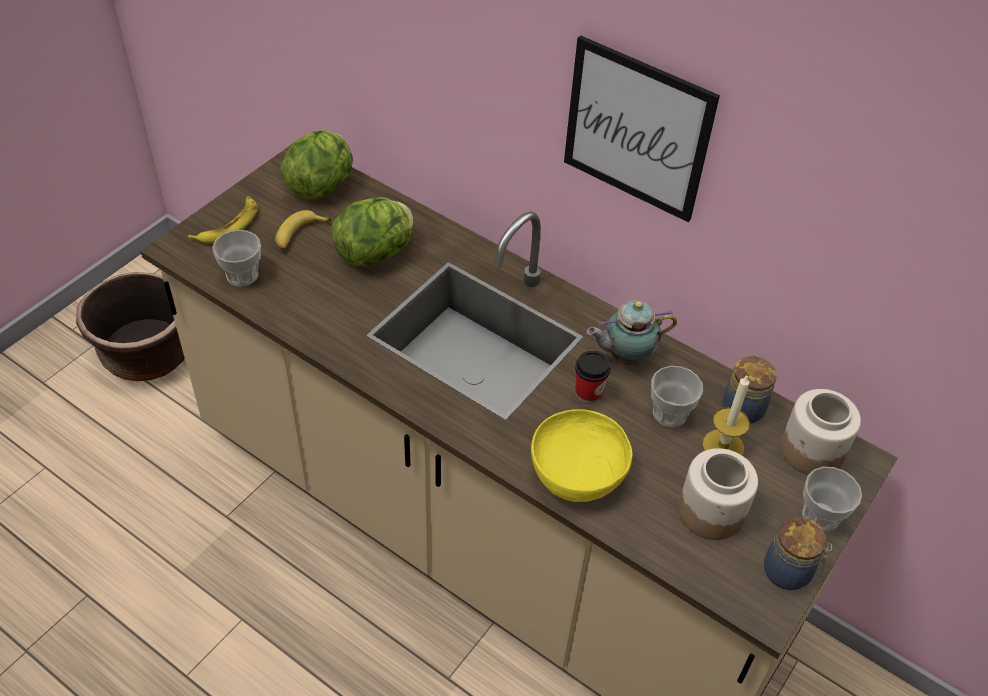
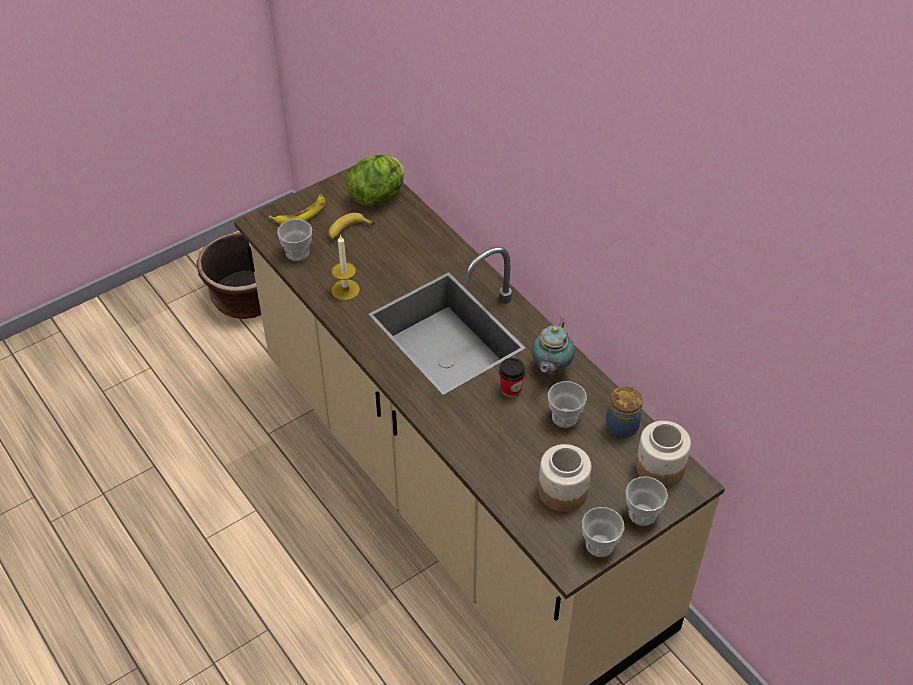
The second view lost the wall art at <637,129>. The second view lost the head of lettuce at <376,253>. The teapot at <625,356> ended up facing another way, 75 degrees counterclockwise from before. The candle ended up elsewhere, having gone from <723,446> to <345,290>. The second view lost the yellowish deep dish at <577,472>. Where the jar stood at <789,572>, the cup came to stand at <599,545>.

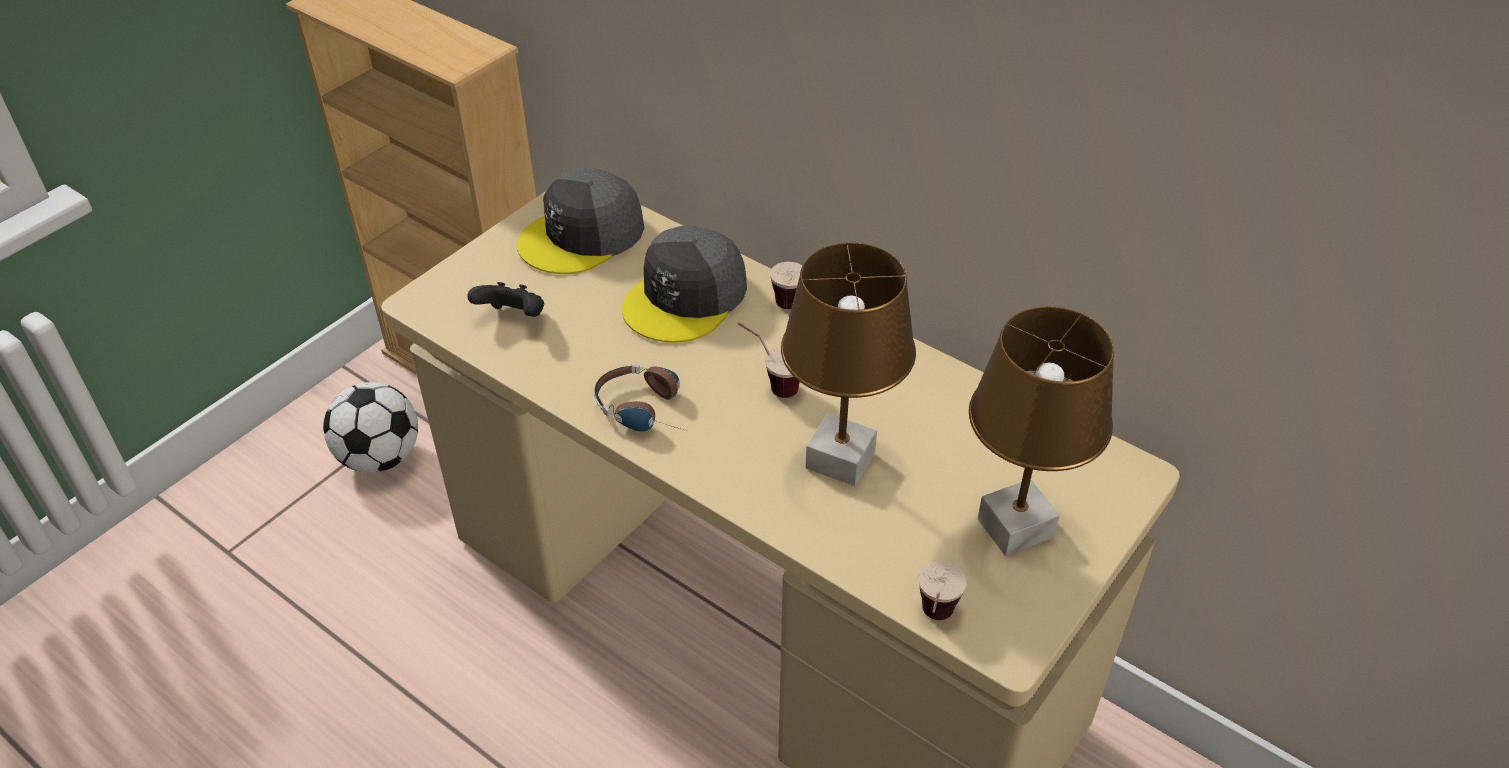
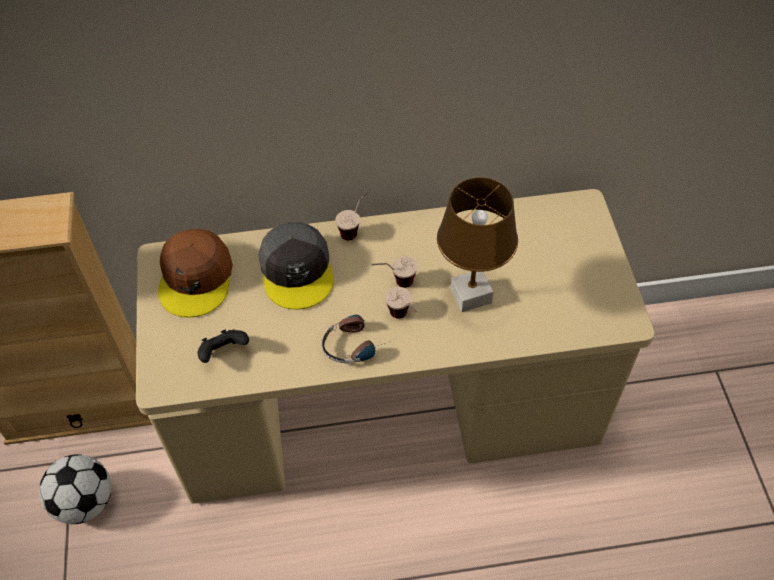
What was the greyish cap at <582,235> turned into the brownish cap at <196,278>. The second view lost the brownish table lamp at <1015,527>. The cup ended up elsewhere, having gone from <934,623> to <403,319>.

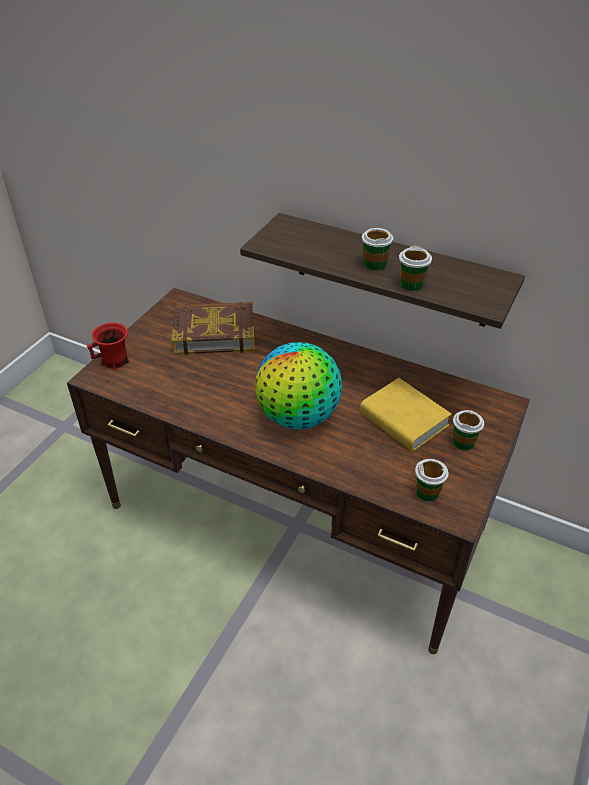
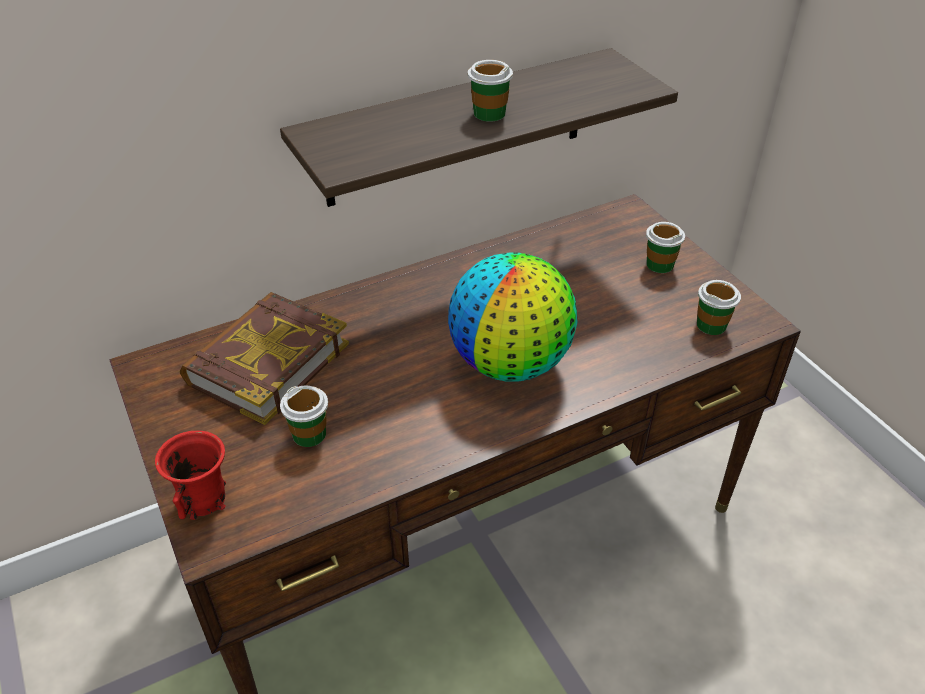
The cup ended up elsewhere, having gone from <411,284> to <309,434>. The second view lost the yellowish bound book at <403,420>.

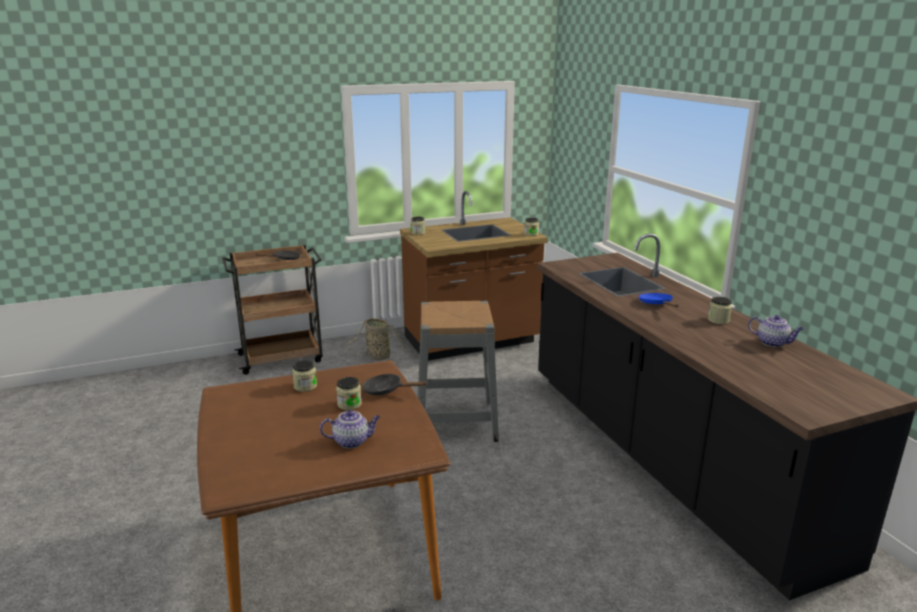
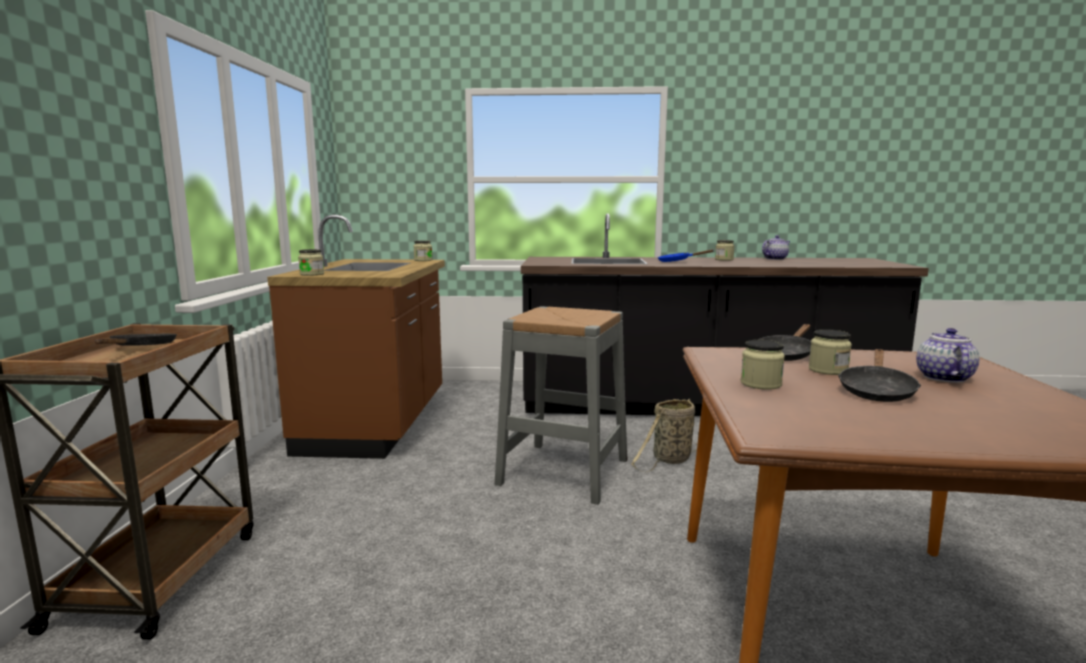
The basket ended up elsewhere, having gone from <377,356> to <670,460>. The second view gained the black frying pan at <876,391>.

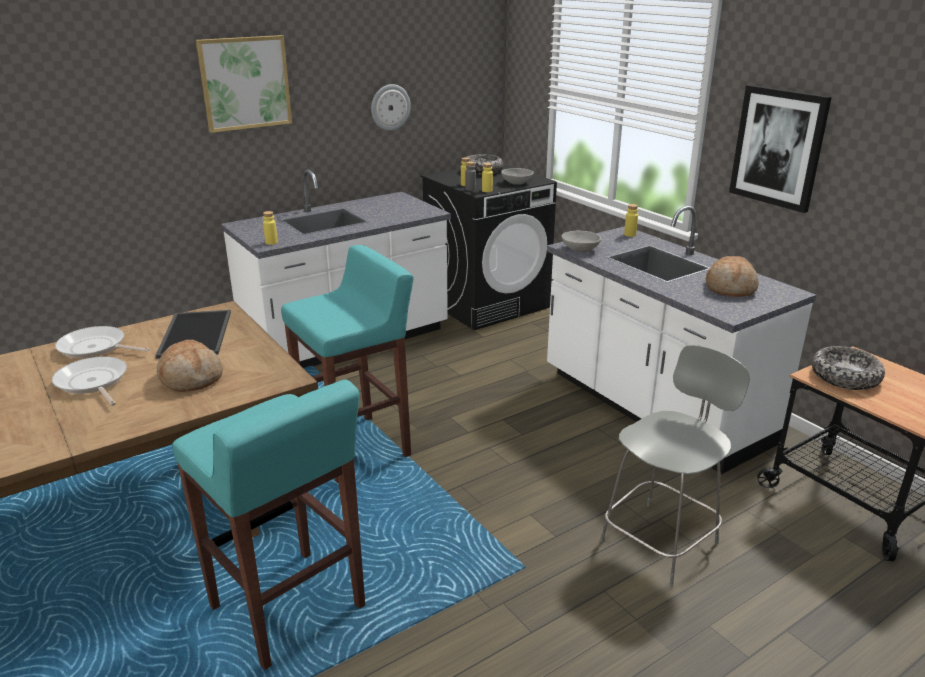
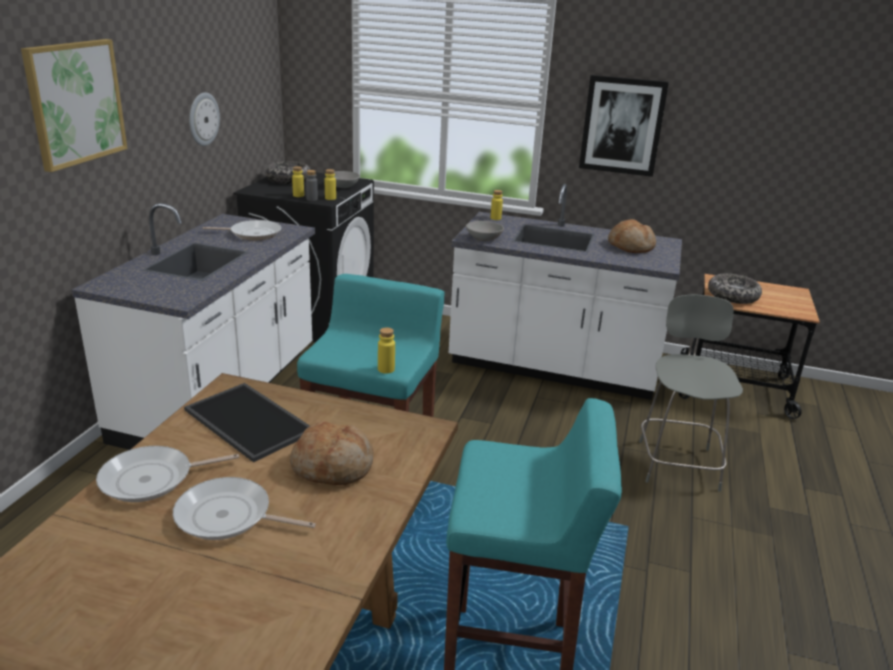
The yellowish bottle ended up elsewhere, having gone from <271,242> to <386,369>. The second view gained the frying pan at <252,234>.

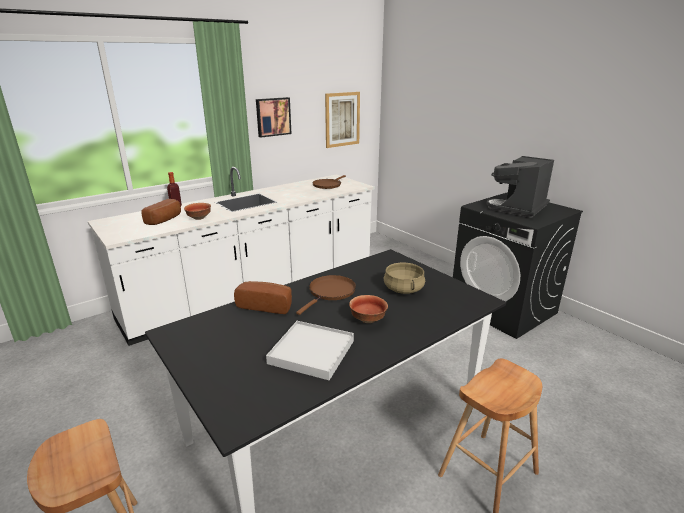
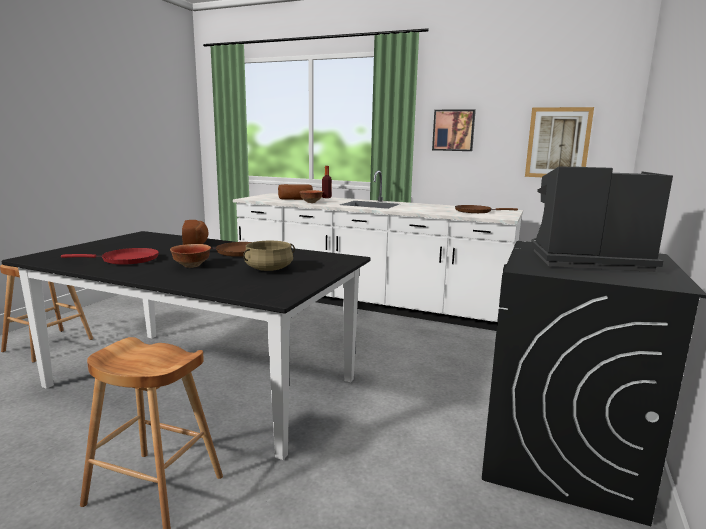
Where the white-coloured tray stood at <312,352>, the red frying pan came to stand at <126,259>.

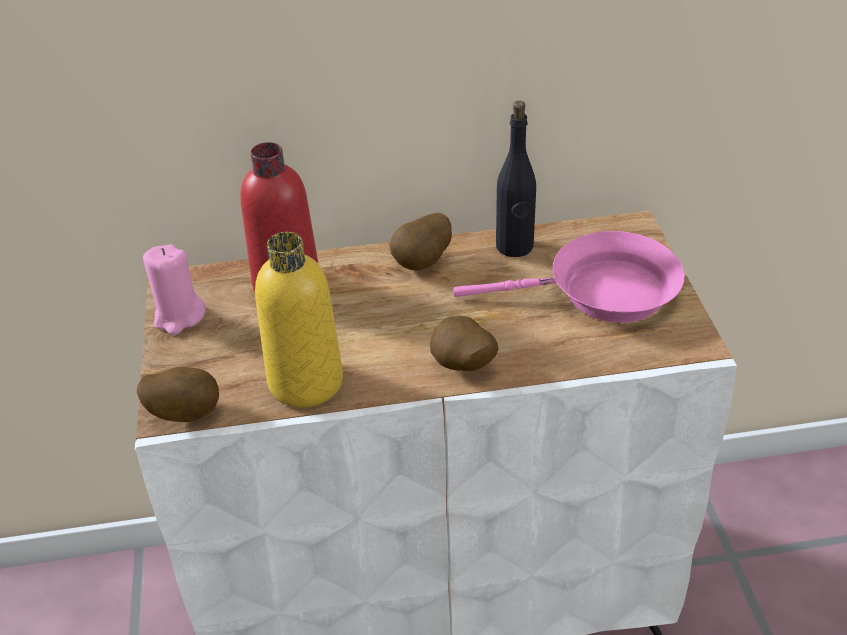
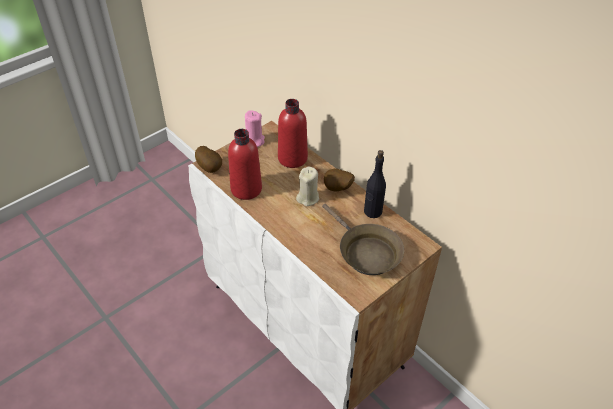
What was the pink-coloured frying pan at <602,293> turned into the brownish frying pan at <366,252>. What was the yellowish bottle at <305,382> turned into the red bottle at <246,189>. The second view lost the potato at <462,367>. The second view gained the beige-coloured candle at <308,198>.

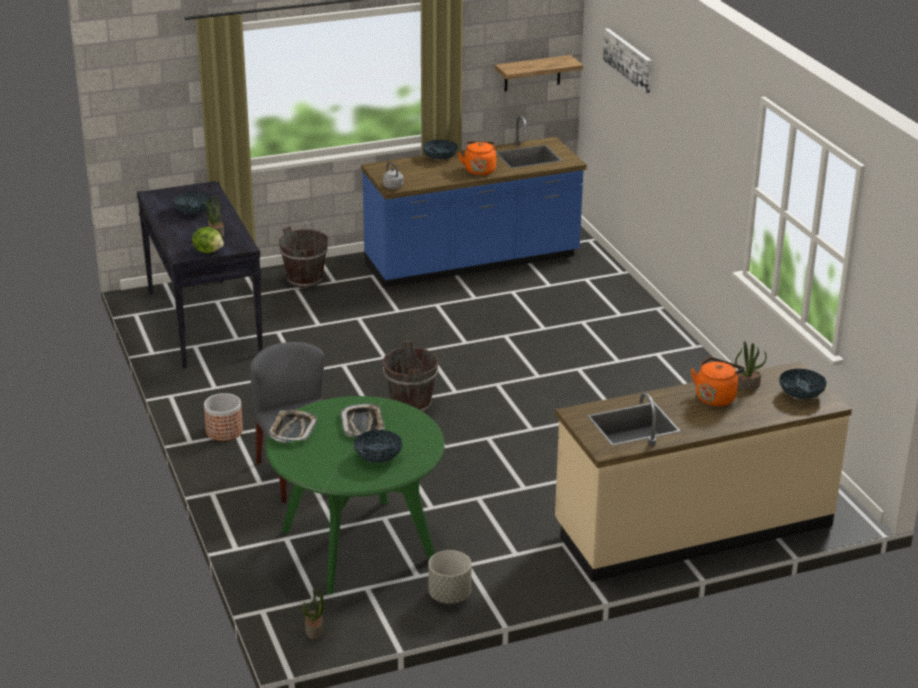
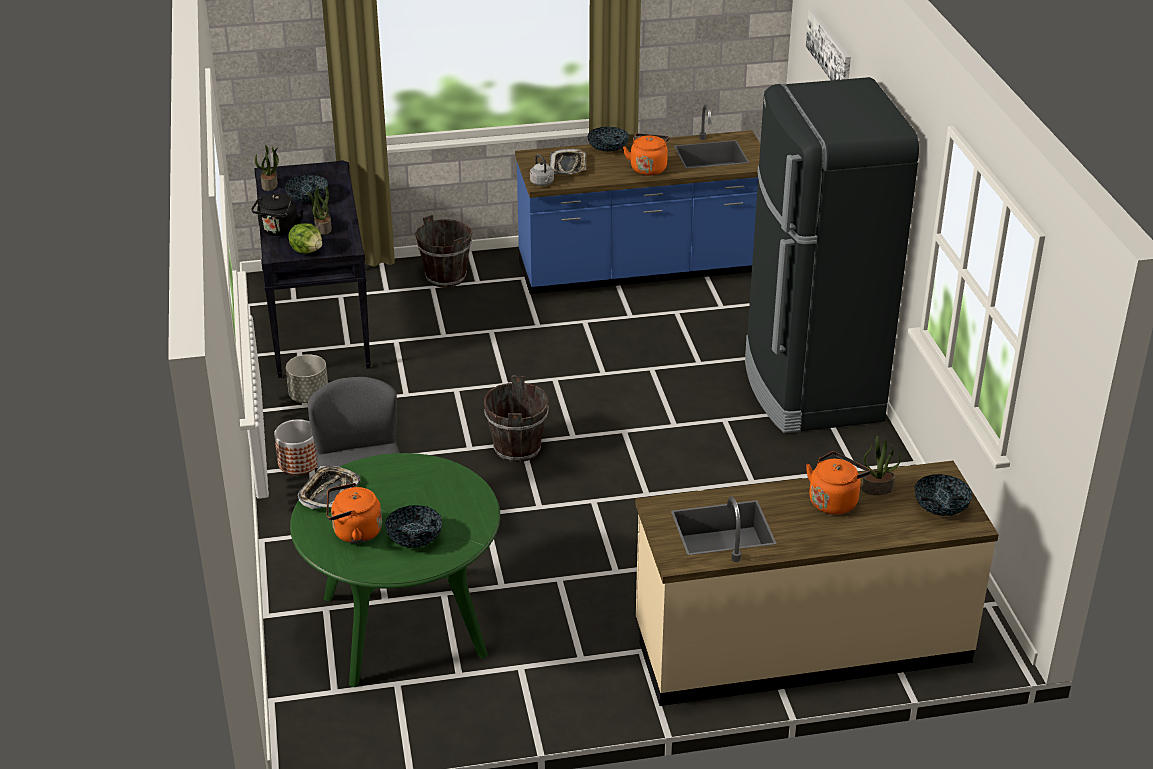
The second view lost the bracket shelf at <532,73>. The tray ended up elsewhere, having gone from <362,424> to <568,166>. The greyish flower pot ended up elsewhere, having gone from <449,595> to <309,396>. The plant in a pot ended up elsewhere, having gone from <314,630> to <270,185>. The second view gained the black fridge at <810,389>. The second view gained the black tea kettle at <278,230>. The second view gained the orange tea kettle at <354,532>.

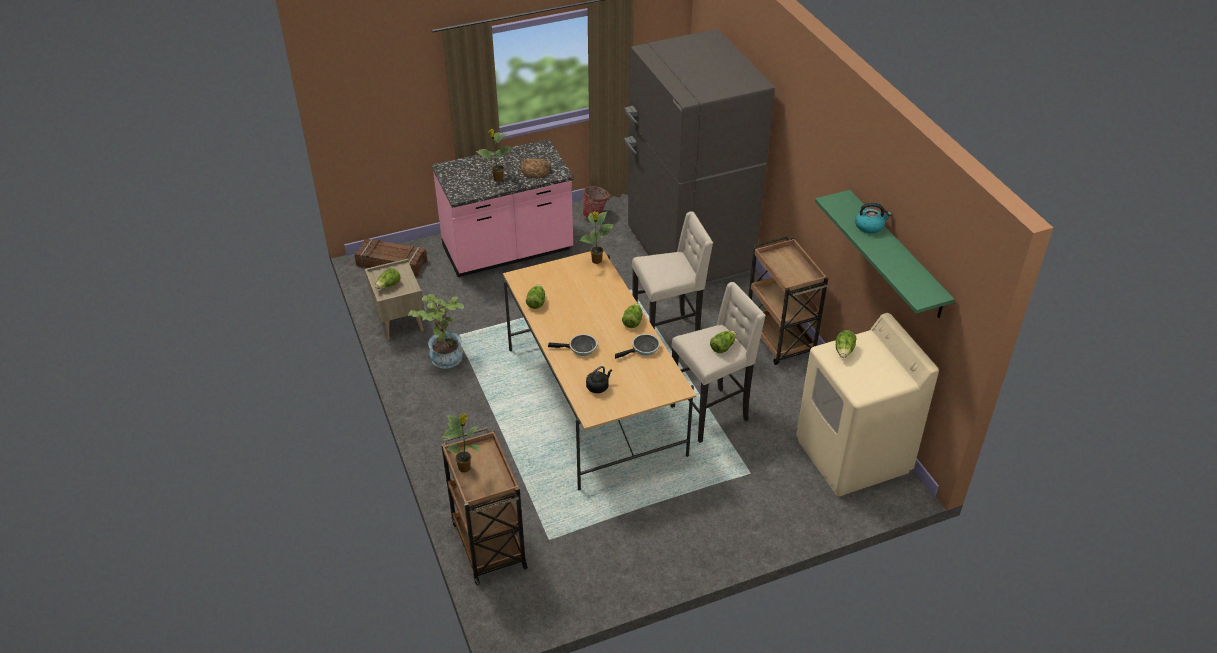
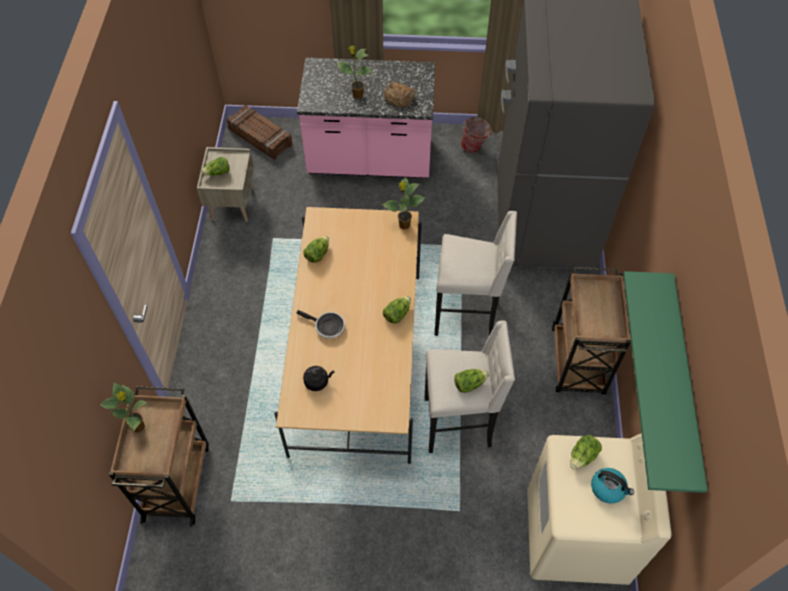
The tea kettle ended up elsewhere, having gone from <869,226> to <608,488>. The second view lost the plant in a pot at <443,355>. The second view lost the frying pan at <643,349>.

